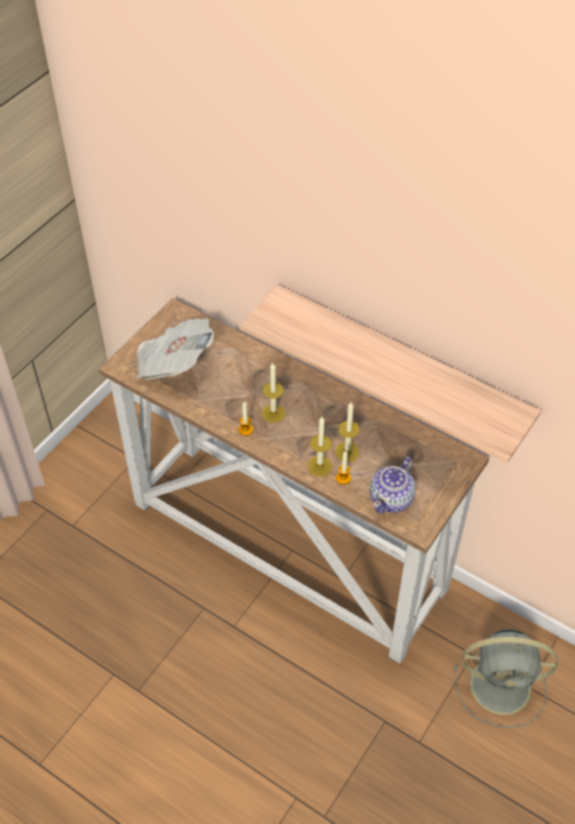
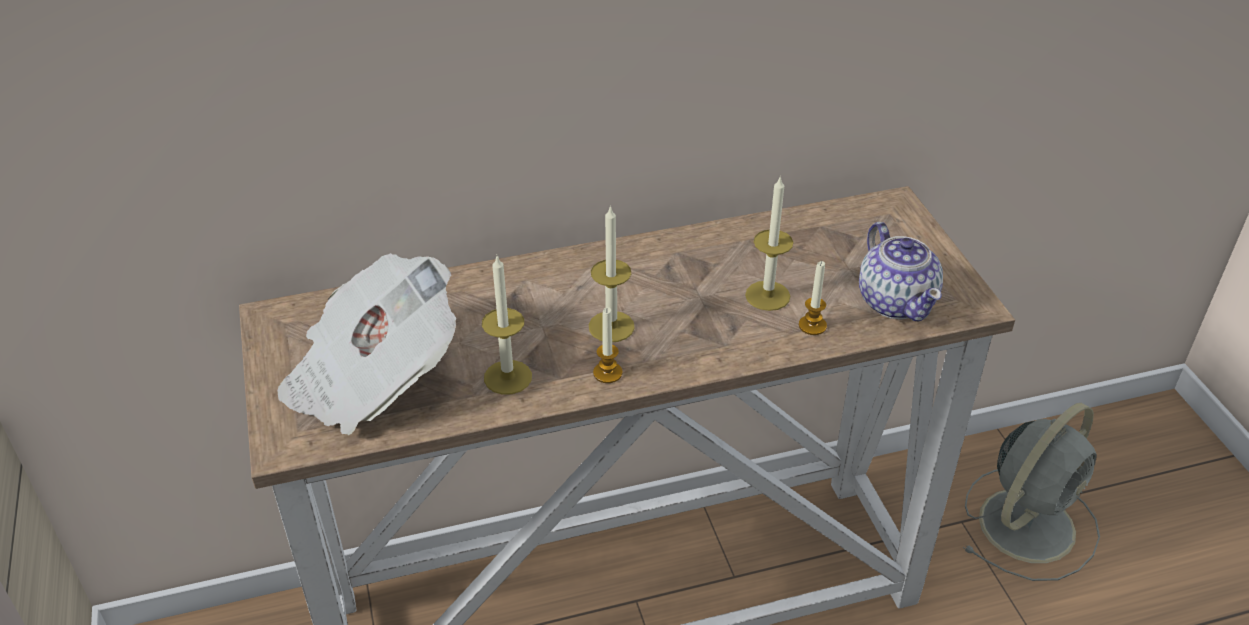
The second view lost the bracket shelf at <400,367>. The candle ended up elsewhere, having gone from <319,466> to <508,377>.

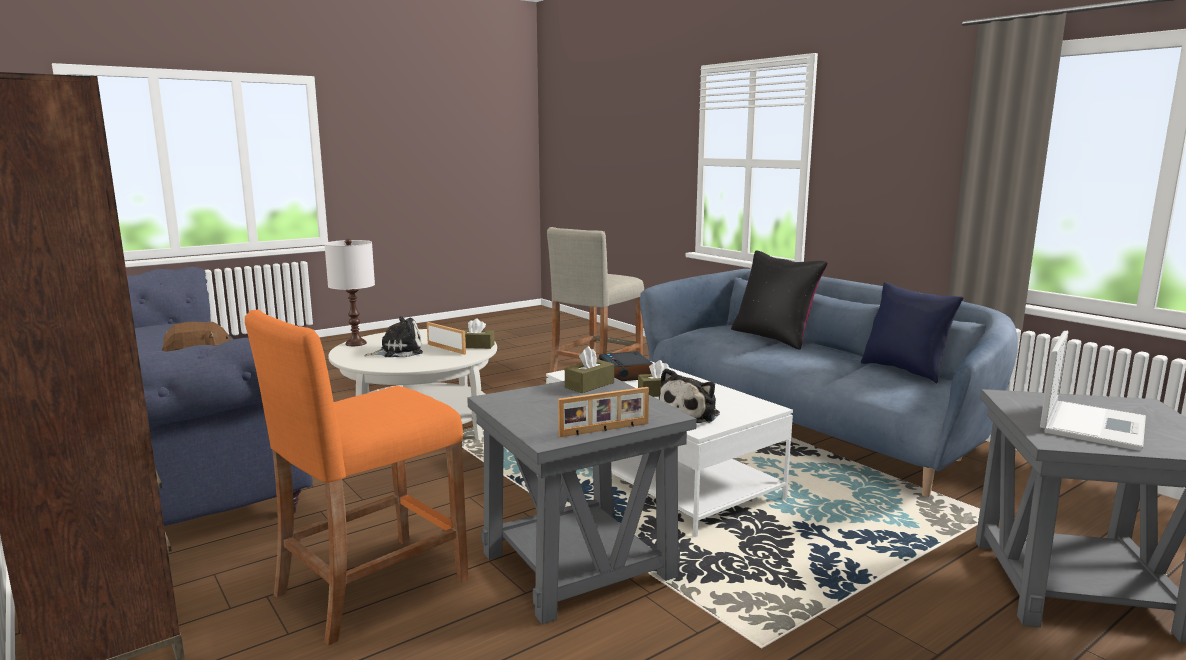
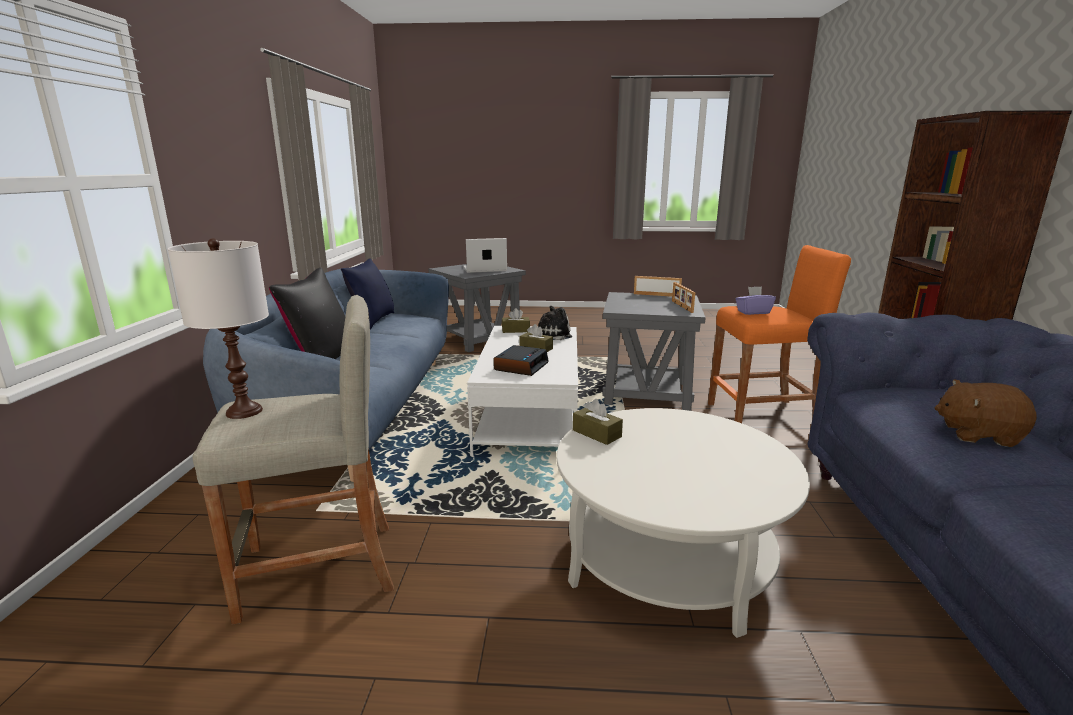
The white-coloured table lamp ended up elsewhere, having gone from <356,343> to <243,411>. The second view lost the cuddly toy at <398,351>. The standing frame ended up elsewhere, having gone from <447,349> to <681,306>. The brownish tissue holder ended up elsewhere, having gone from <589,385> to <515,330>. The second view gained the purple-coloured tissue holder at <753,312>.

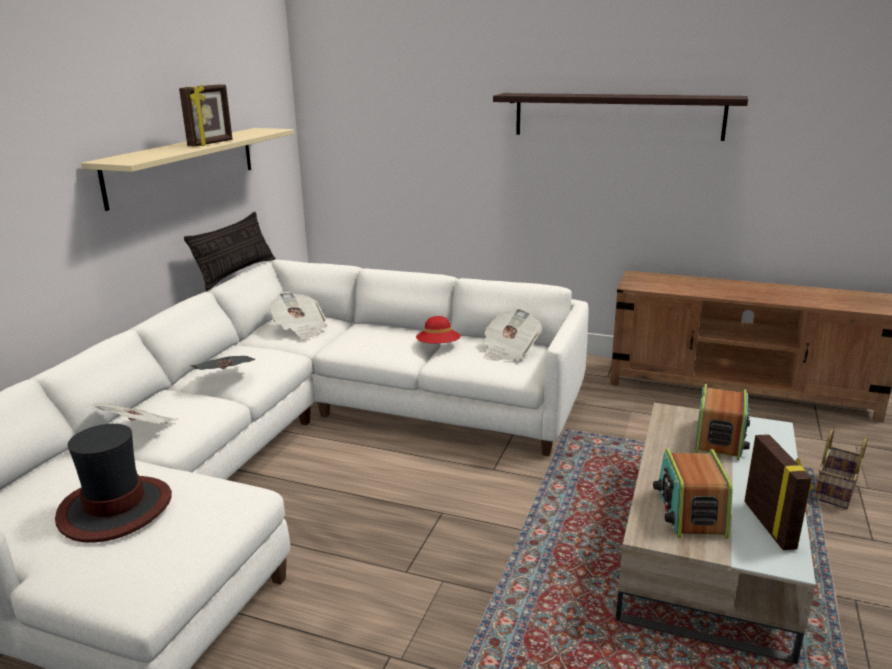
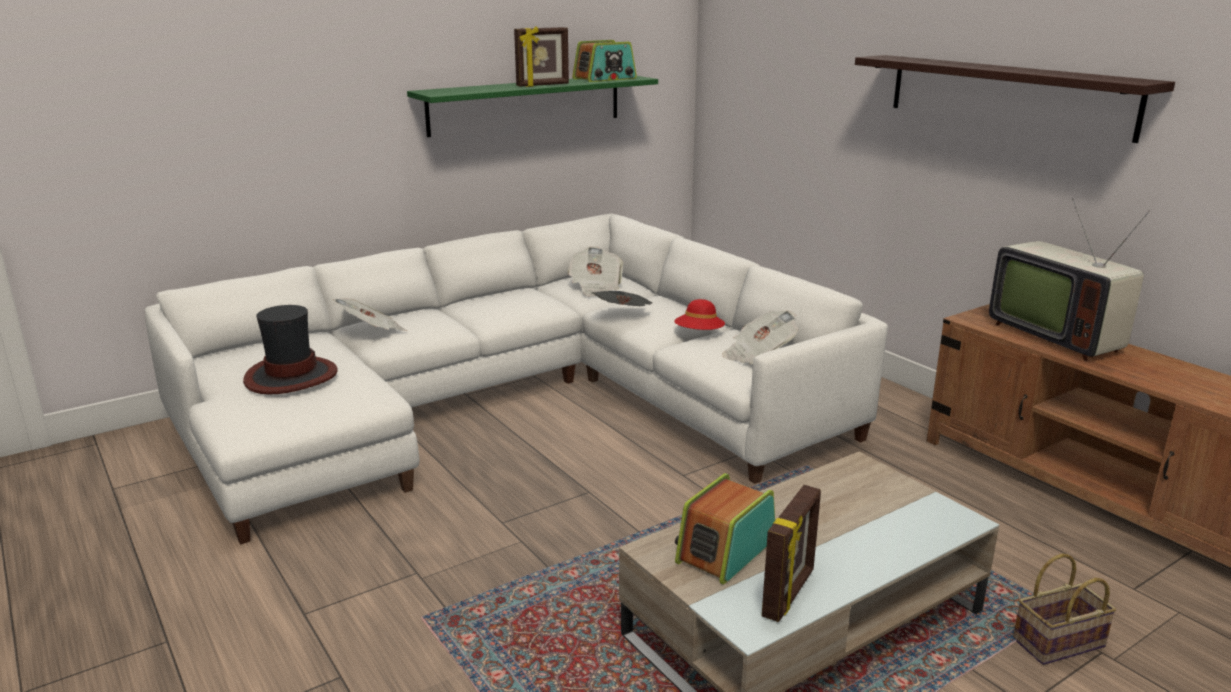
What was the beige-coloured bracket shelf at <183,165> turned into the green bracket shelf at <526,104>. The second view lost the pillow at <236,273>. The printed paper ended up elsewhere, having gone from <225,379> to <623,315>. The radio ended up elsewhere, having gone from <719,439> to <605,79>. The second view gained the TV at <1056,336>.

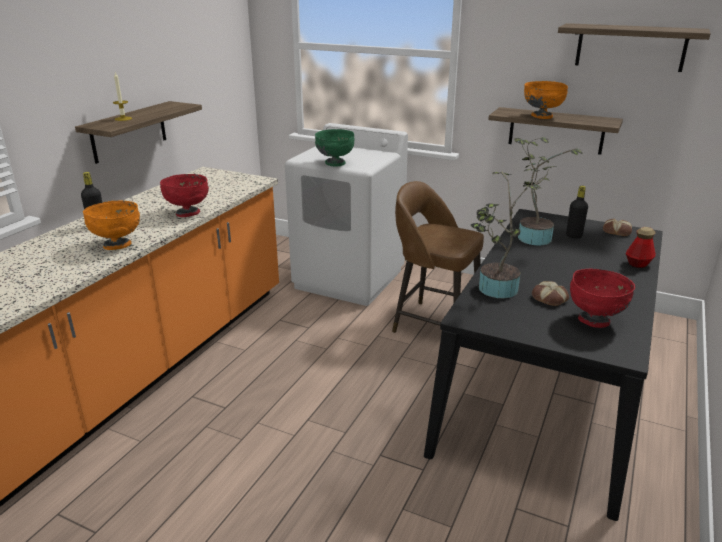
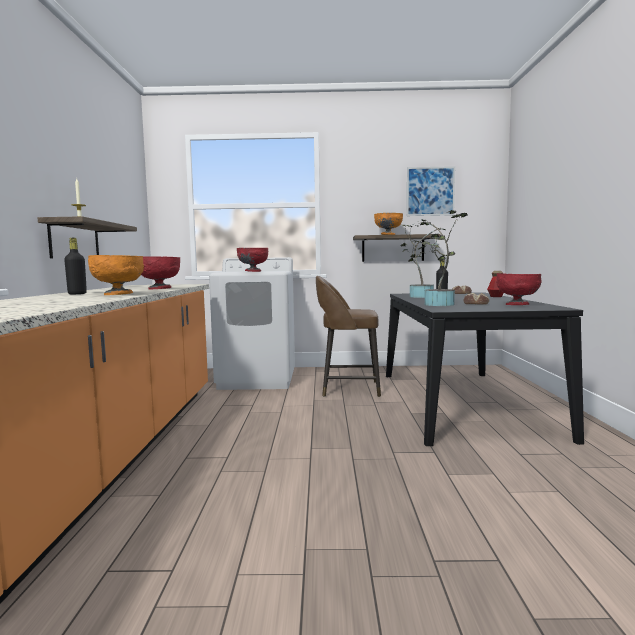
Where the bracket shelf hung at <630,47>, the wall art came to hang at <430,191>. What was the green deep dish at <335,163> turned into the red deep dish at <253,271>.

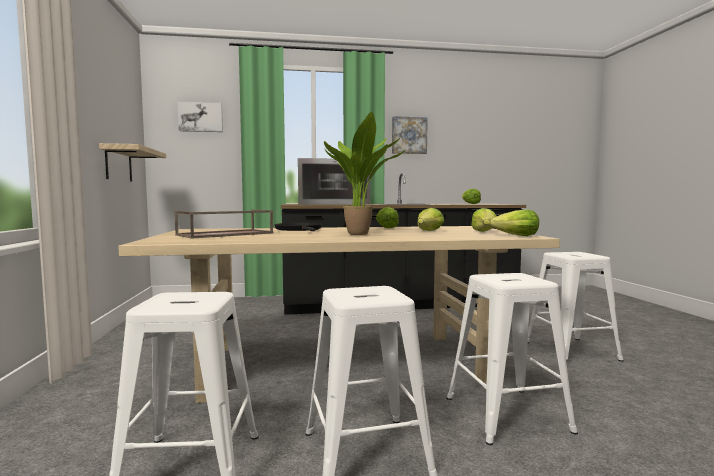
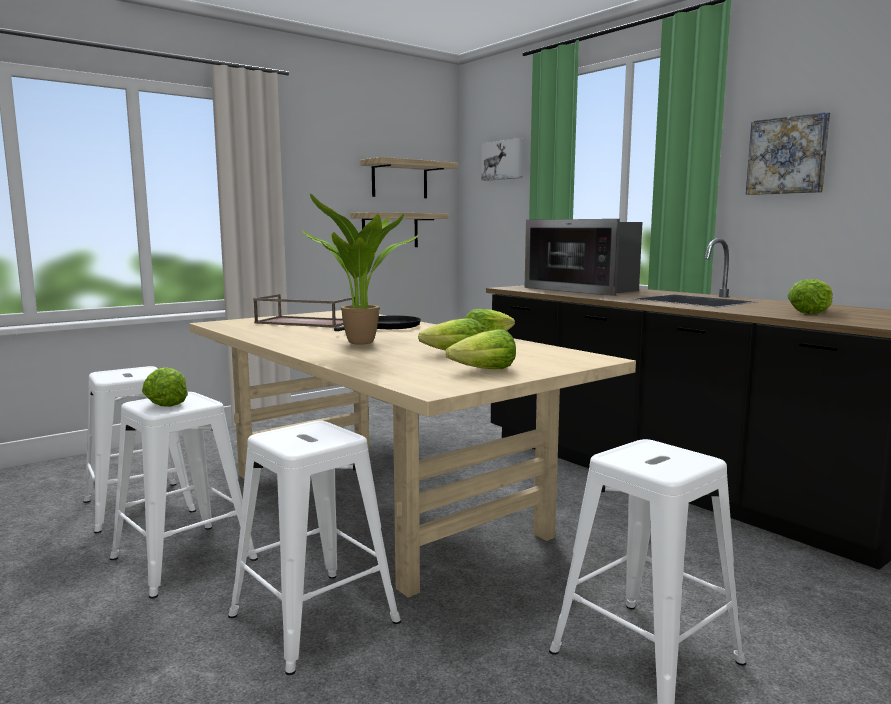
The head of lettuce ended up elsewhere, having gone from <516,236> to <165,403>. The second view gained the bracket shelf at <399,180>.

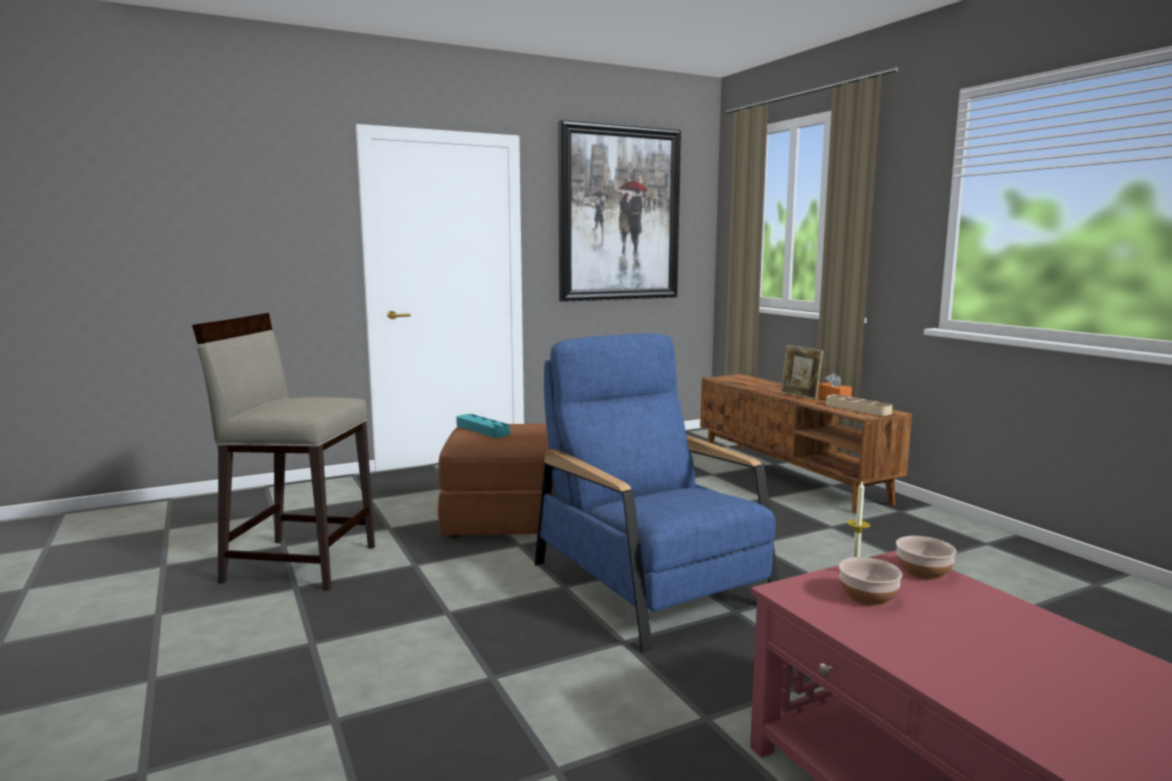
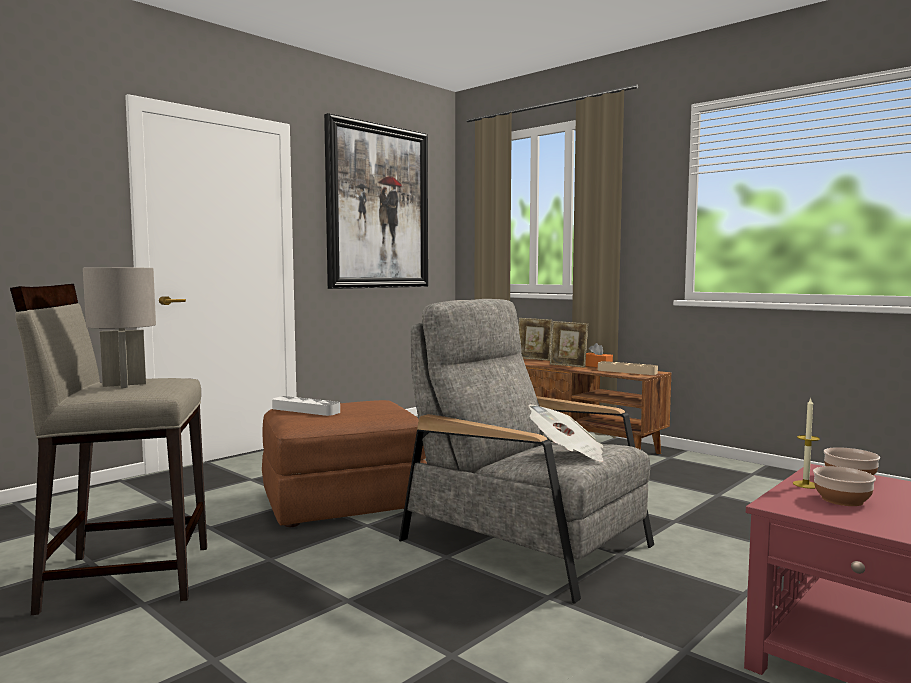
What was the bluish easy chair at <651,585> turned into the greyish easy chair at <527,543>. What was the turquoise-coloured tray at <482,429> turned into the greyish tray at <305,410>. The second view gained the greyish table lamp at <125,385>. The second view gained the standing frame at <534,359>. The second view gained the printed paper at <567,454>.

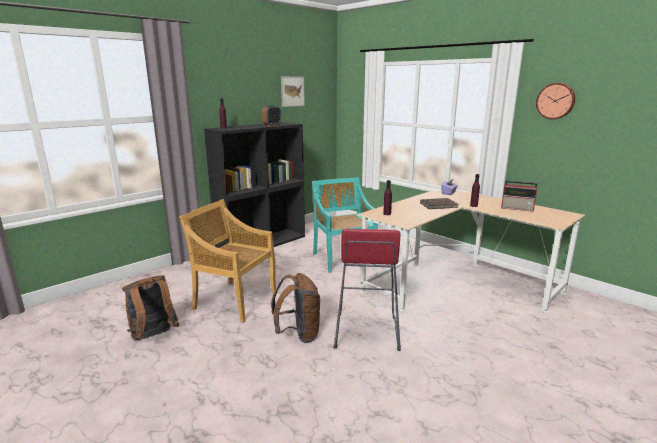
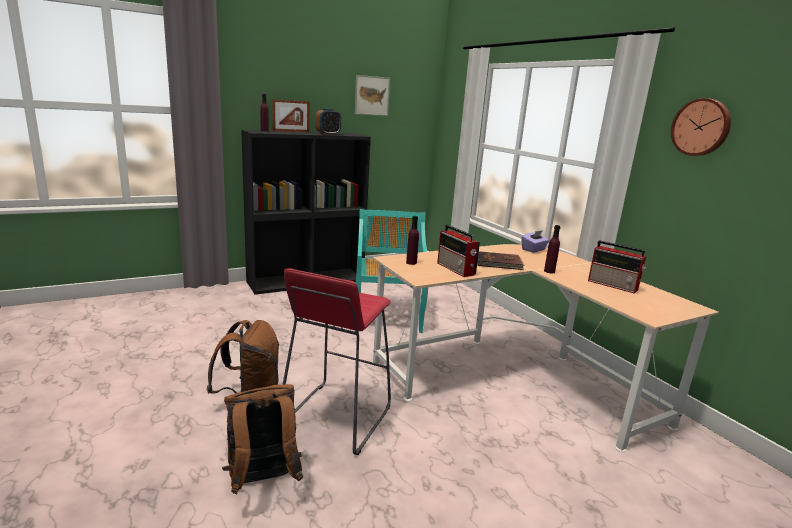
The second view lost the beige-coloured plain chair at <234,301>. The brownish knapsack ended up elsewhere, having gone from <153,337> to <263,481>. The second view gained the standing frame at <291,131>. The second view gained the radio at <456,269>.

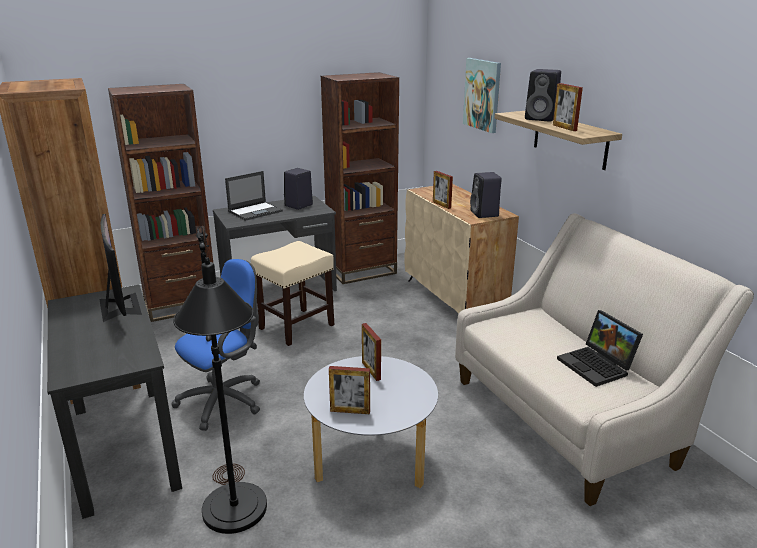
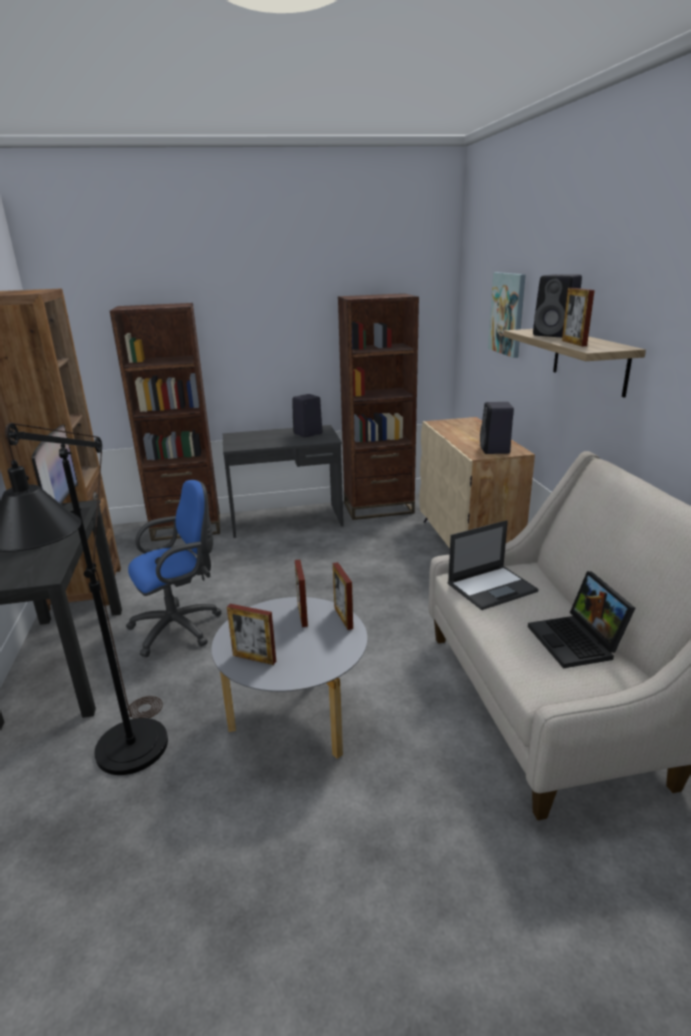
The laptop ended up elsewhere, having gone from <255,211> to <492,587>. The standing frame ended up elsewhere, having gone from <441,205> to <343,618>. The second view lost the beige-coloured stool at <296,327>.

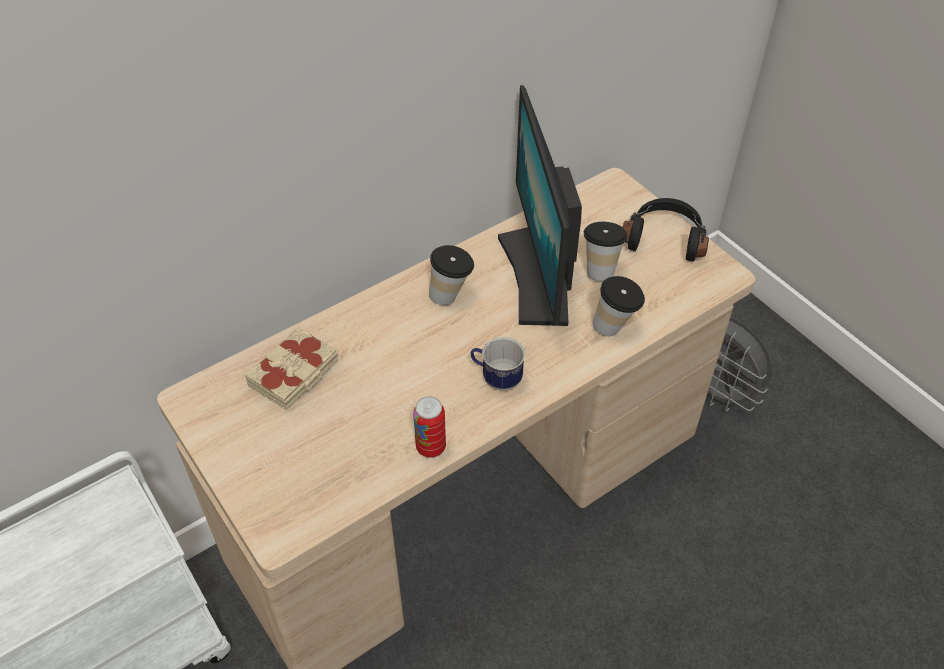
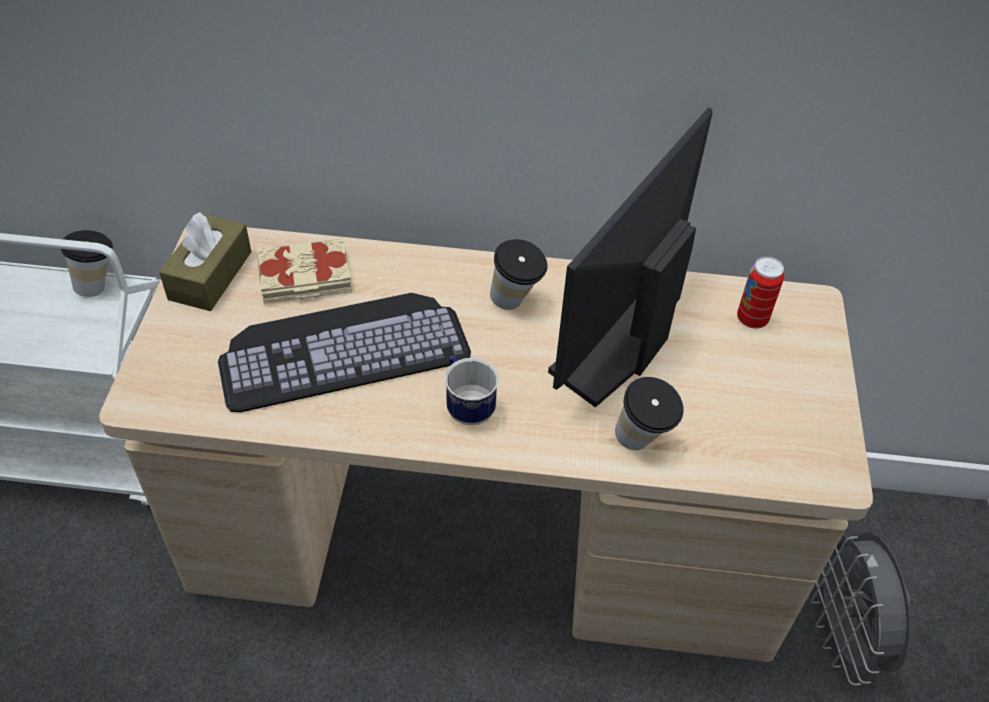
The second view lost the black pair of headphones at <664,238>. The cup ended up elsewhere, having gone from <600,269> to <99,285>. The metal can ended up elsewhere, having gone from <431,447> to <752,319>. The second view gained the brownish tissue holder at <210,275>. The second view gained the keyboard at <344,347>.

